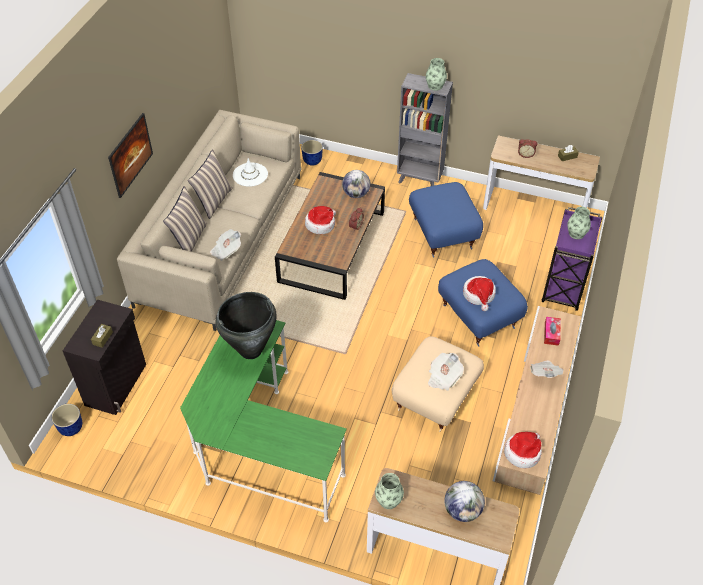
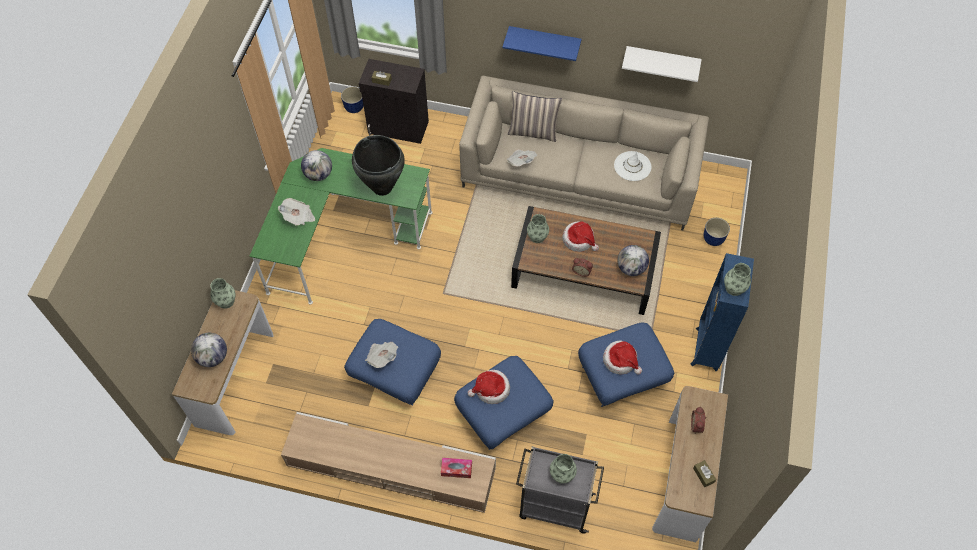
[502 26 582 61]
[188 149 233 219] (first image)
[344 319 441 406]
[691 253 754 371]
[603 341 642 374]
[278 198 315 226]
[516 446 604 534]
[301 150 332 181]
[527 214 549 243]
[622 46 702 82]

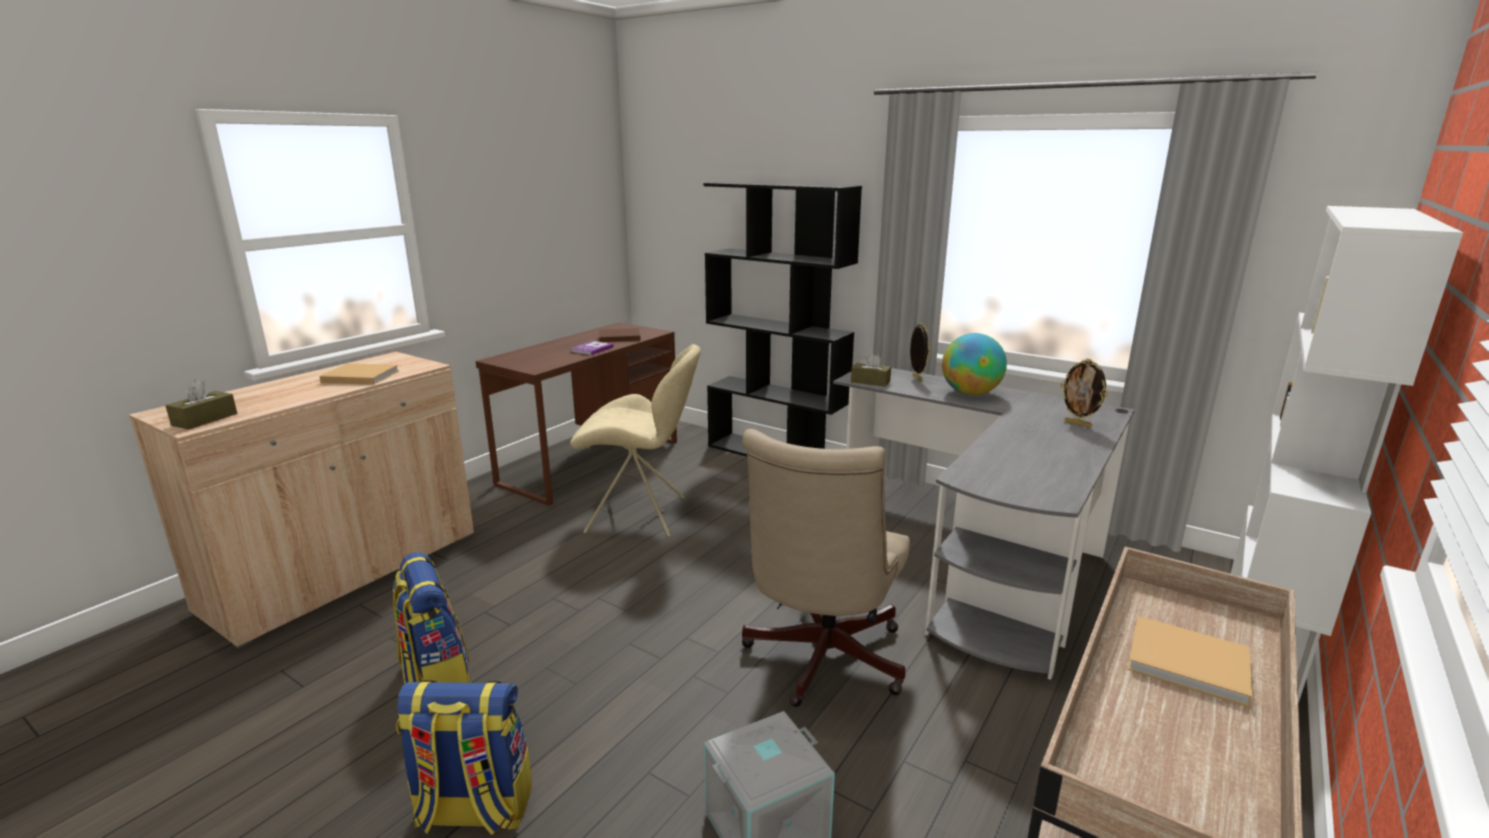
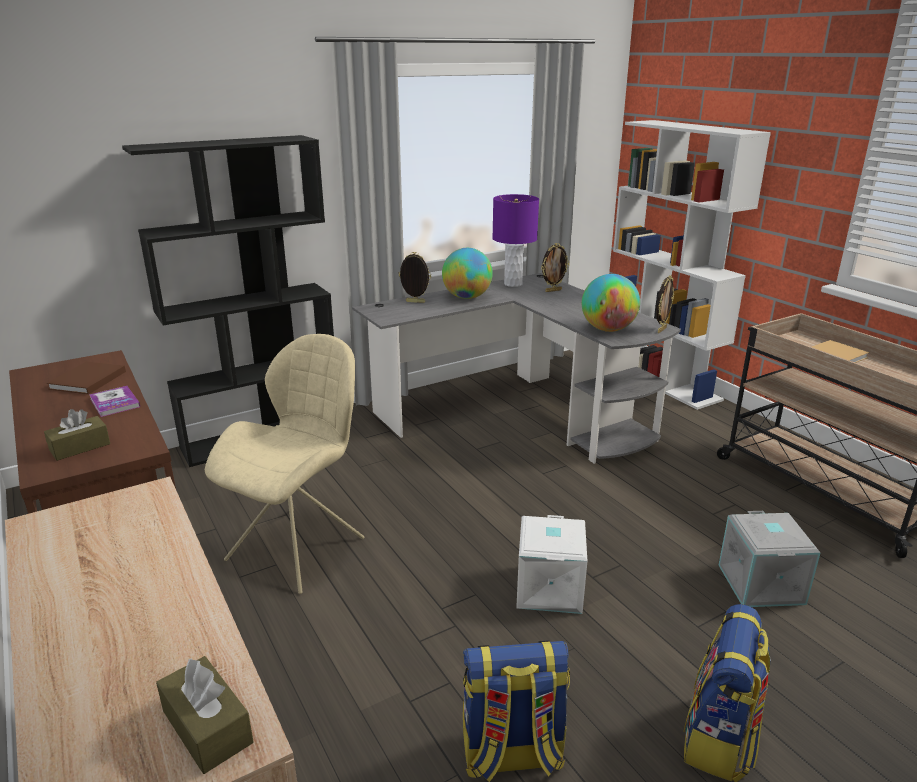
[319 363 399 385] (first image)
[742 429 910 707] (first image)
[44 409 110 461]
[492 194 539 287]
[516 515 587 614]
[582 274 640 332]
[656 275 674 333]

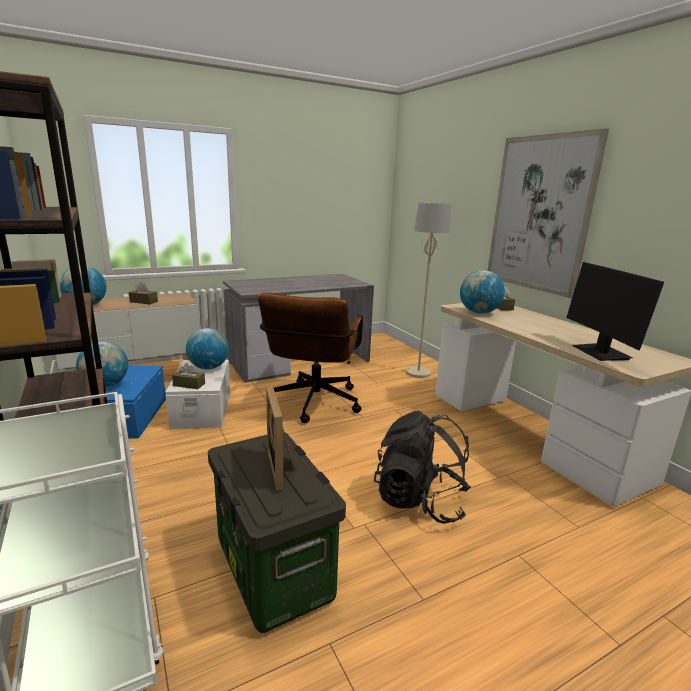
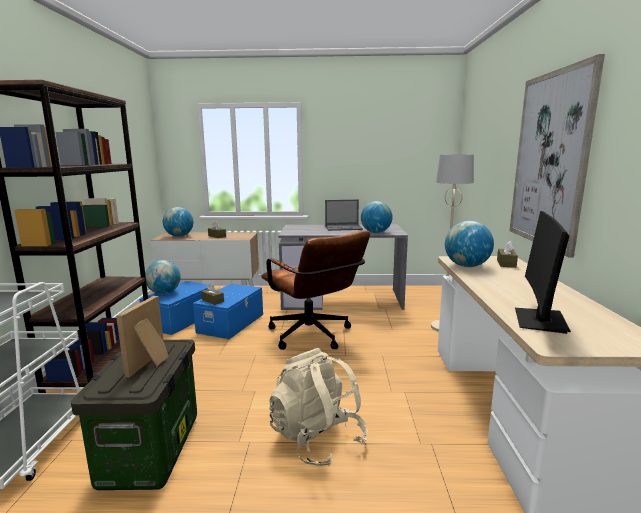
[193 284 263 339]
[361 201 393 233]
[261 231 370 350]
[269 348 368 467]
[325 199 363 231]

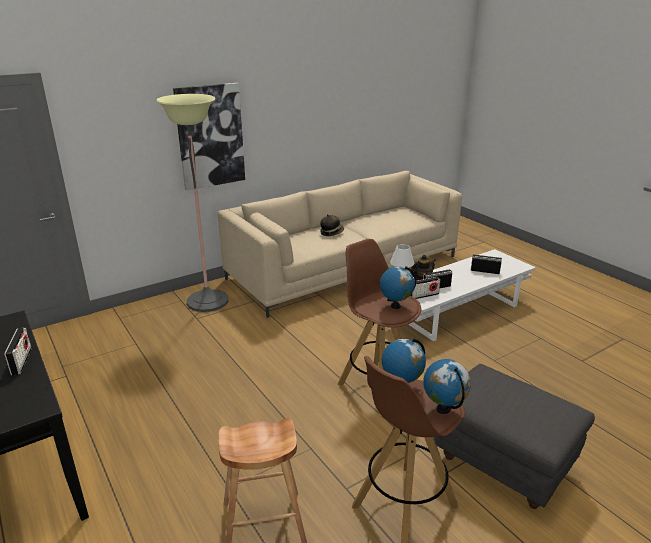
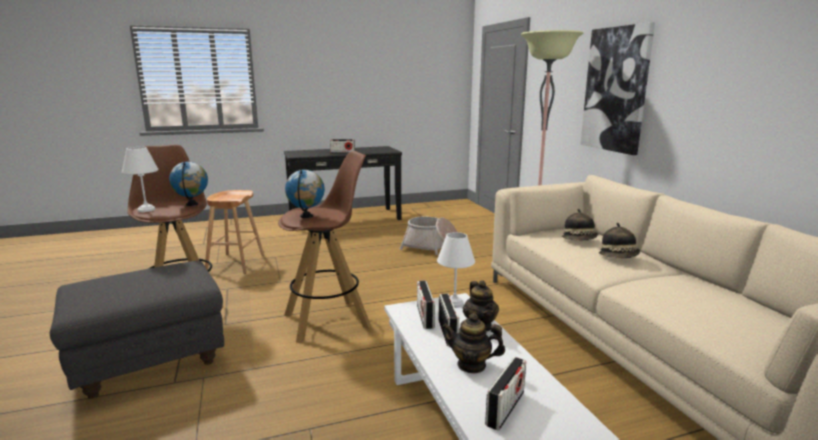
[122 147 158 212]
[400 217 457 255]
[442 313 505 373]
[562 209 598 240]

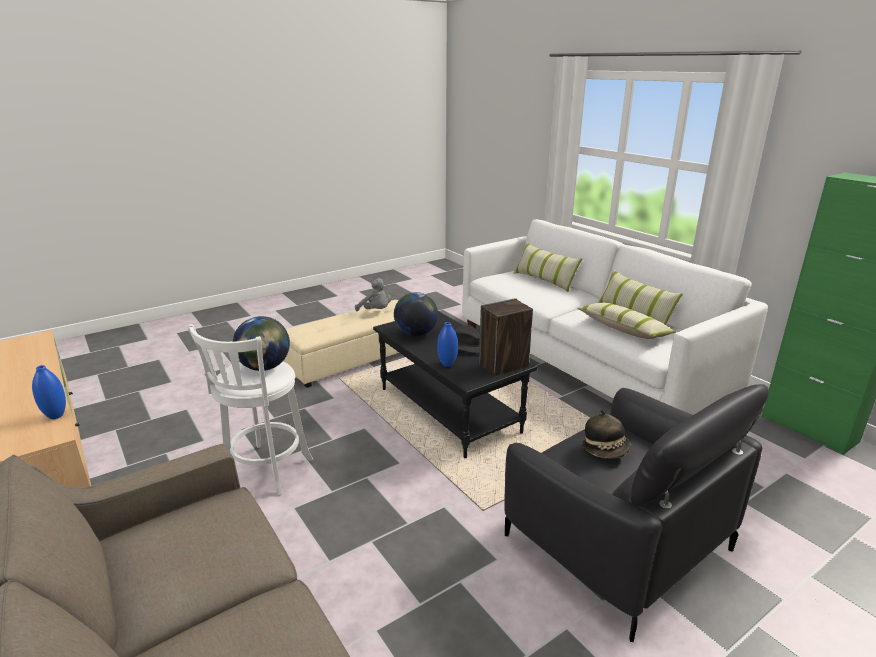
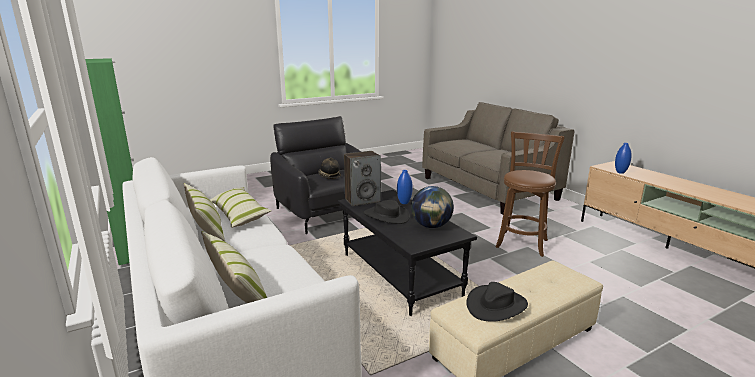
[495 131 564 257]
[233 316 290 371] (first image)
[466 282 528 322]

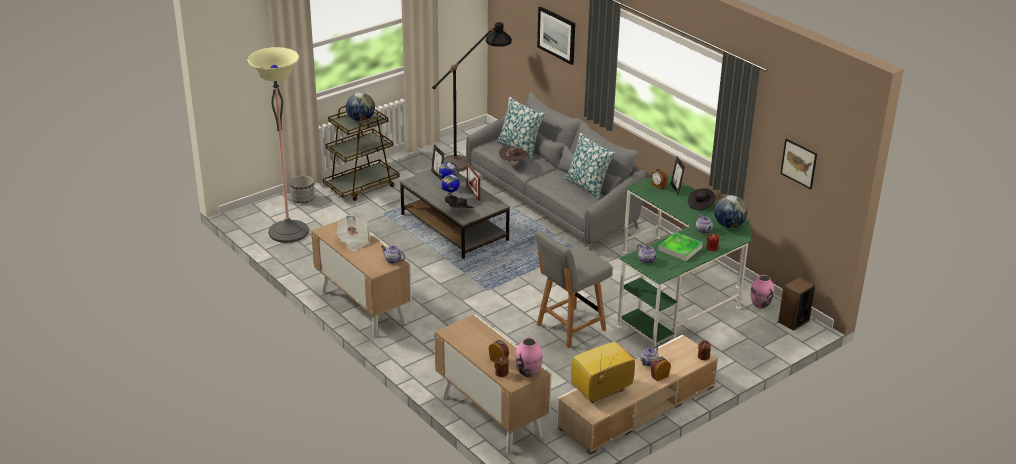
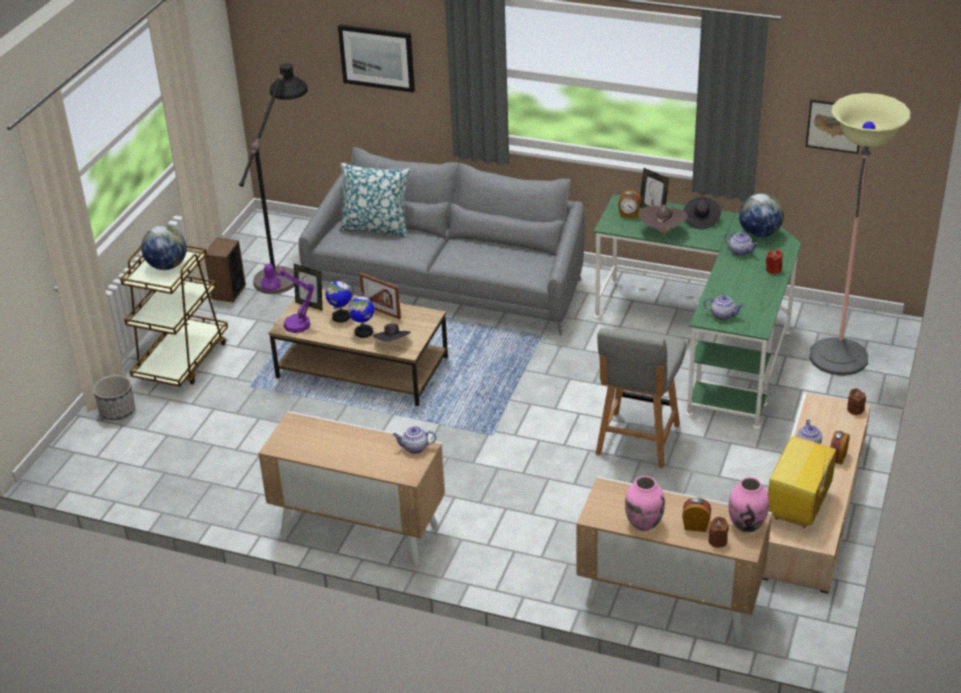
[809 93 910 376]
[337 215 370 251] (first image)
[269 289 448 406]
[639 205 687 235]
[564 132 615 200] (first image)
[658 232 703 261] (first image)
[625 476 665 531]
[204 238 246 303]
[261 264 315 333]

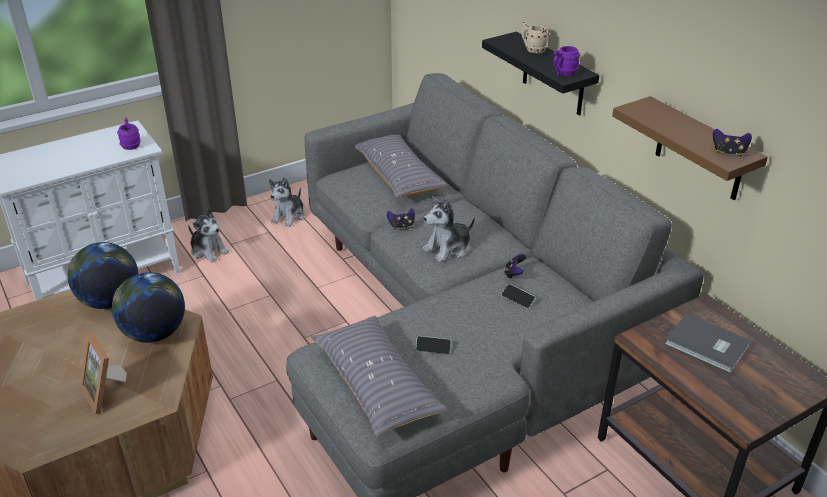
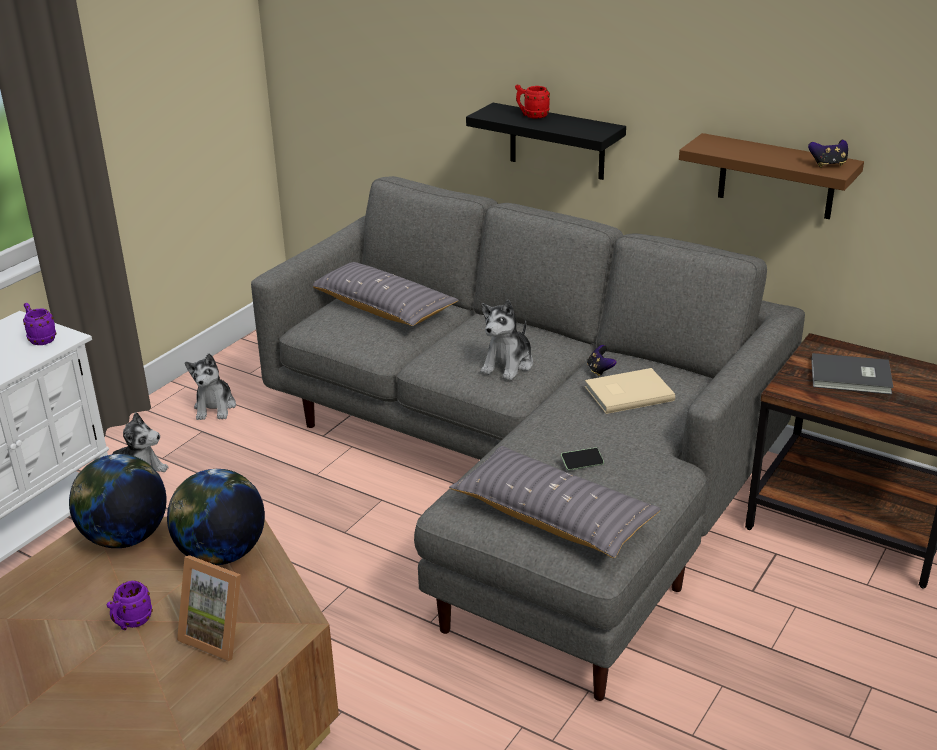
[387 208 415 230] (first image)
[585 368 675 414]
[515 85 550 119]
[107 581 153 630]

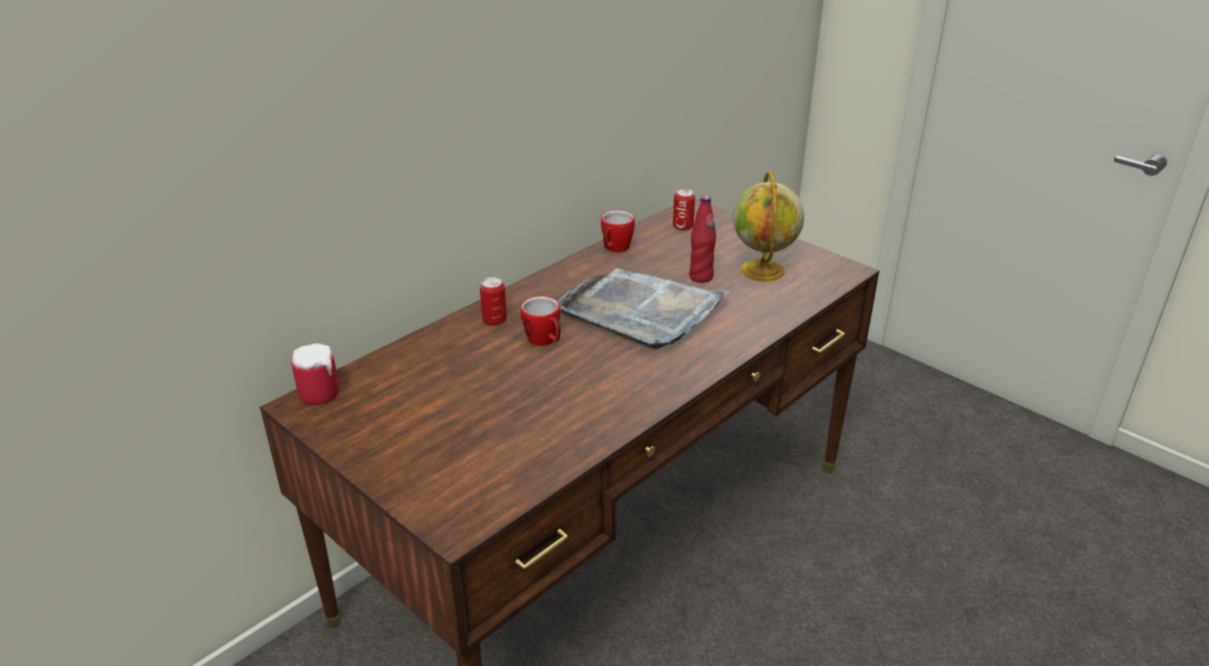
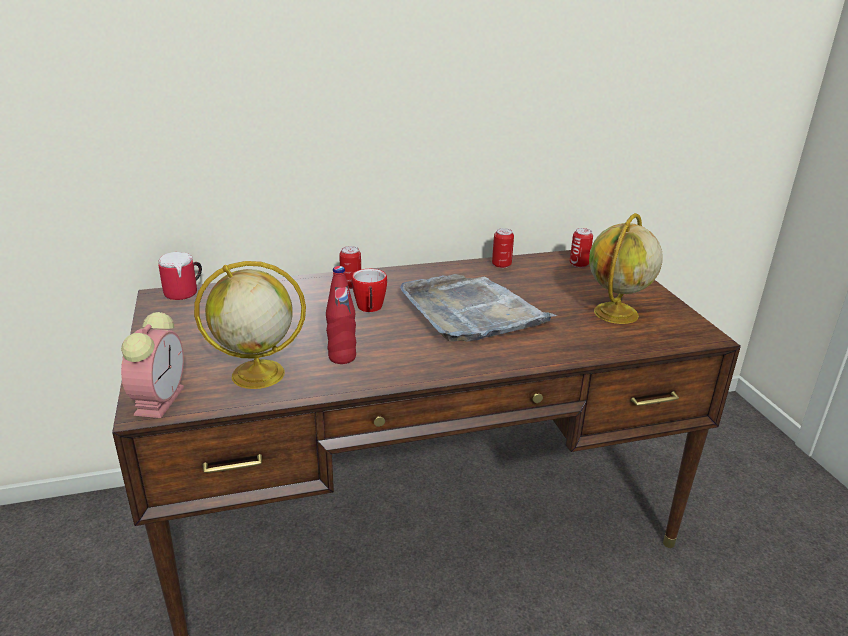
[492 228 514 268]
[326 266 356 364]
[121 312 184 418]
[194 261 306 389]

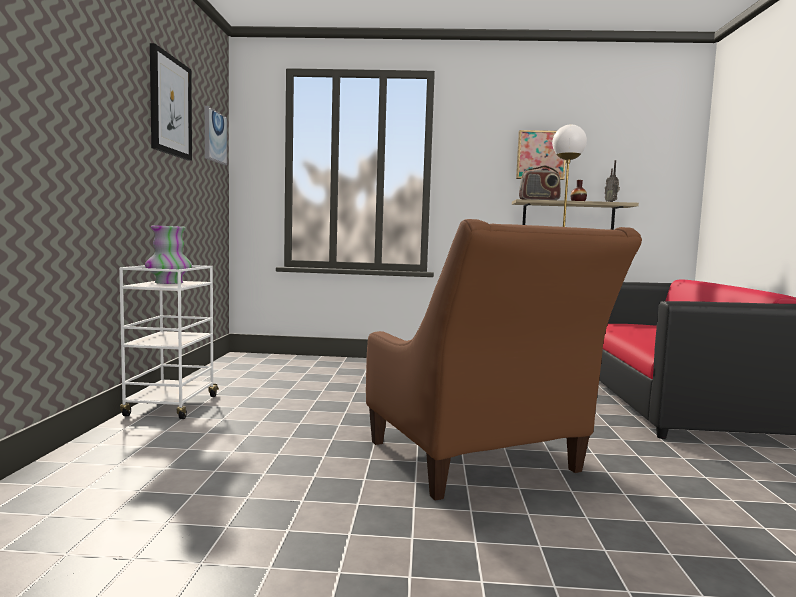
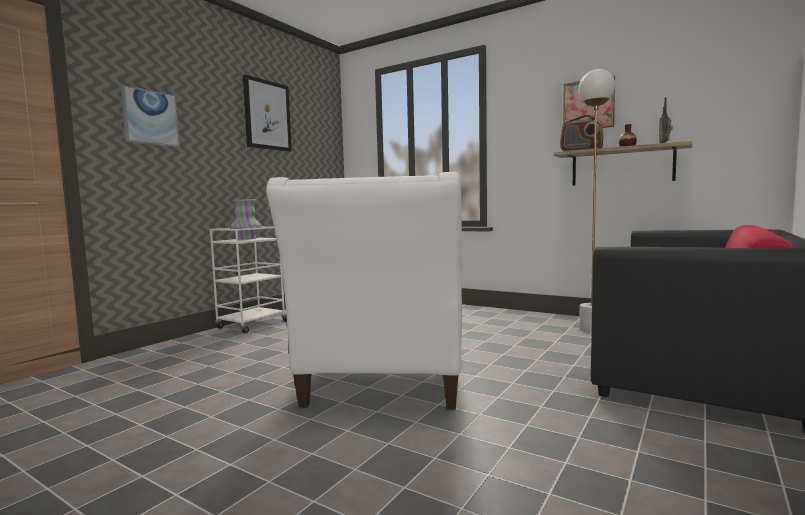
[121 85 180 147]
[266 172 462 410]

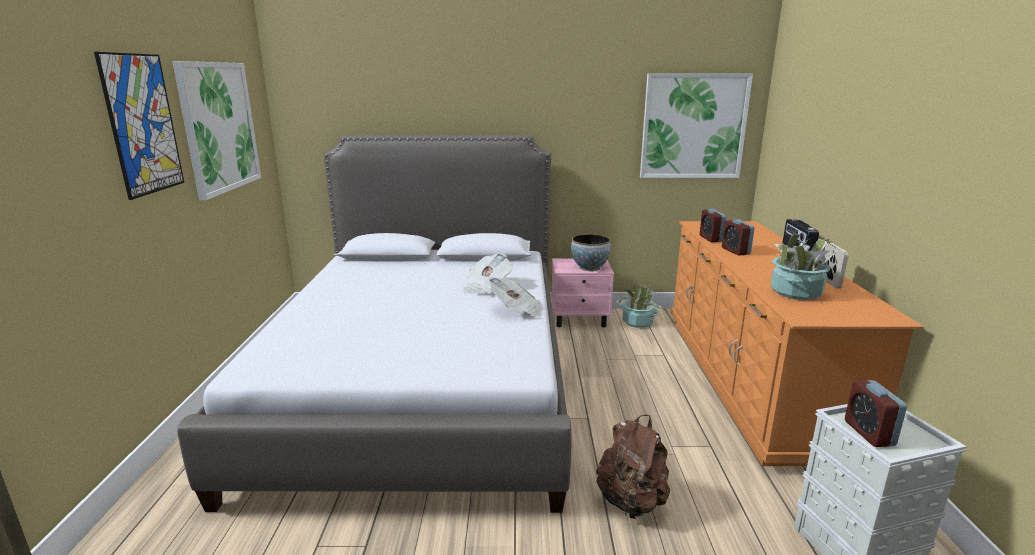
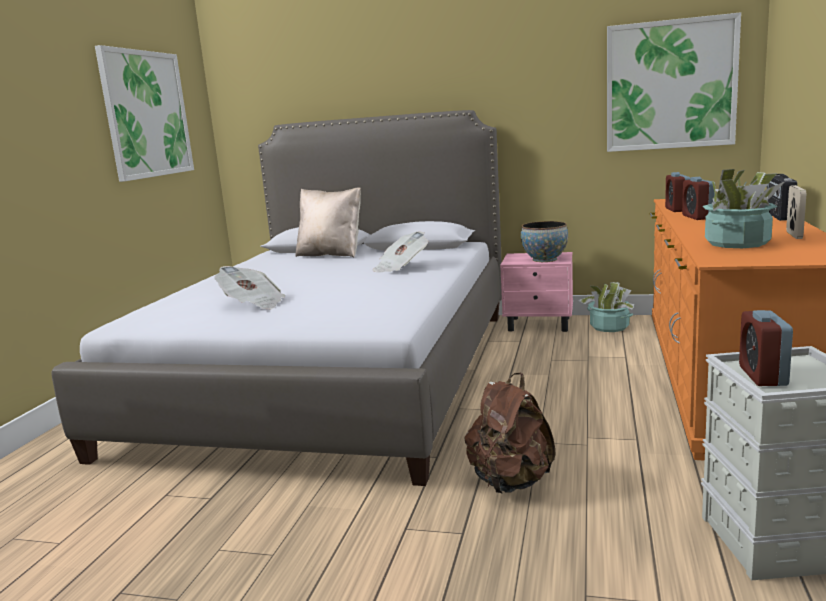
[94 52 184 200] (first image)
[214 266 285 309]
[295 187 361 258]

